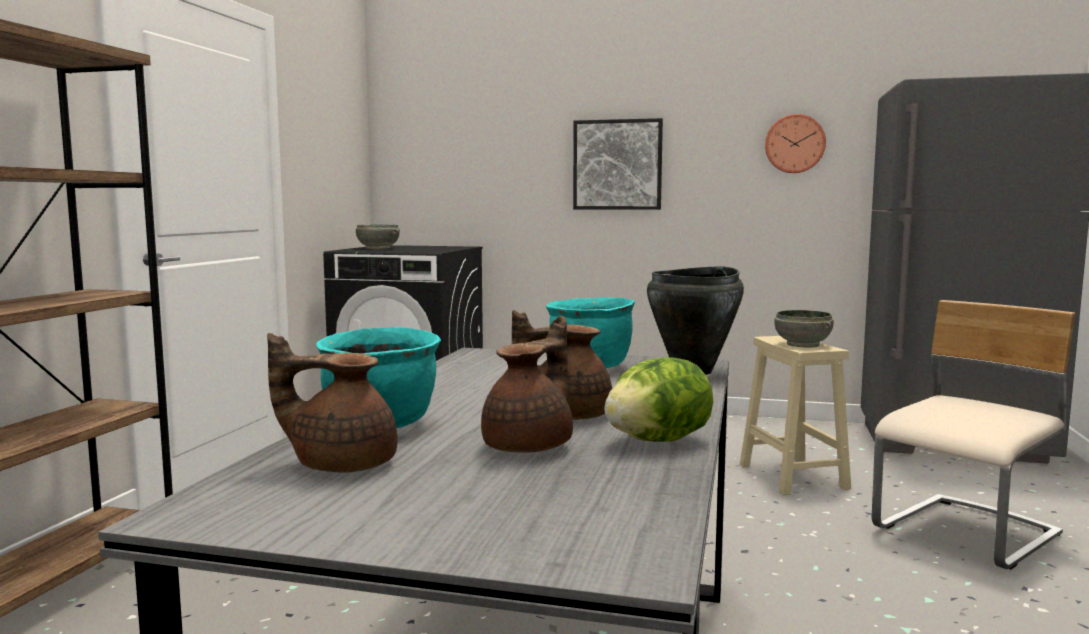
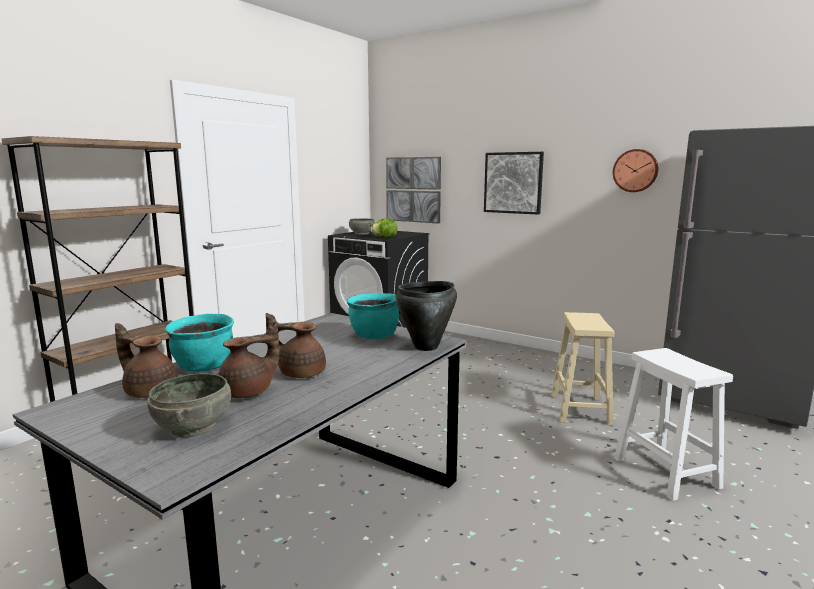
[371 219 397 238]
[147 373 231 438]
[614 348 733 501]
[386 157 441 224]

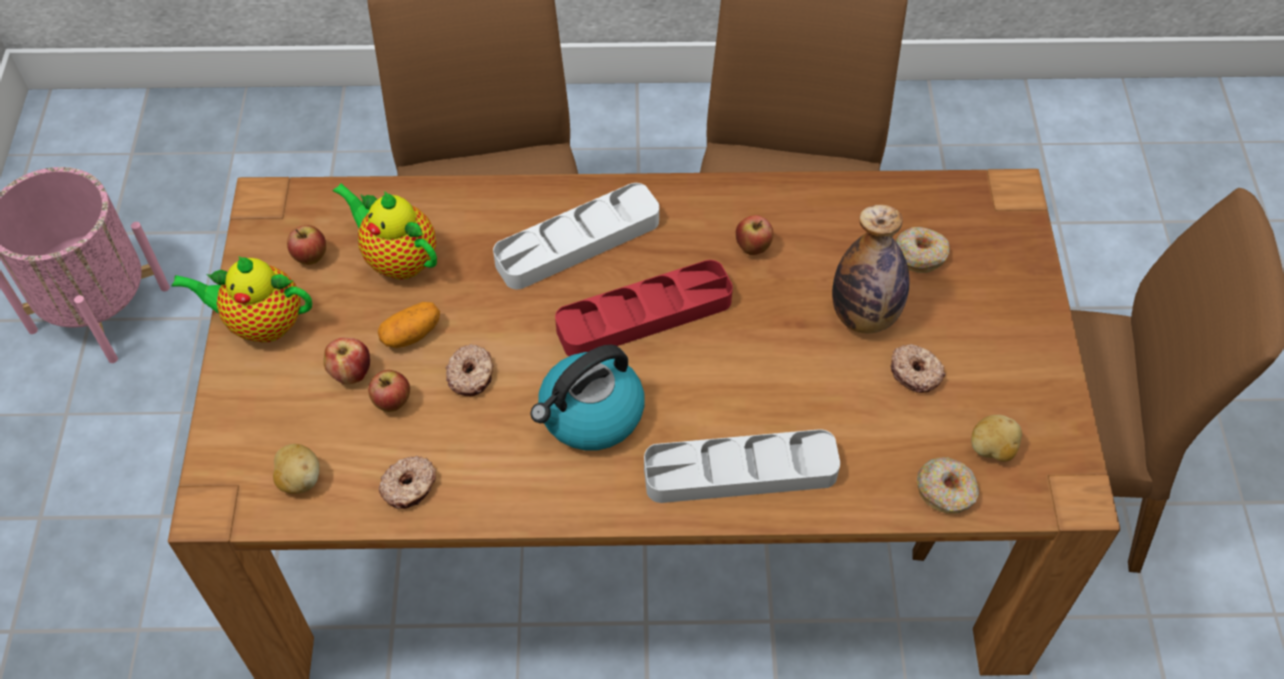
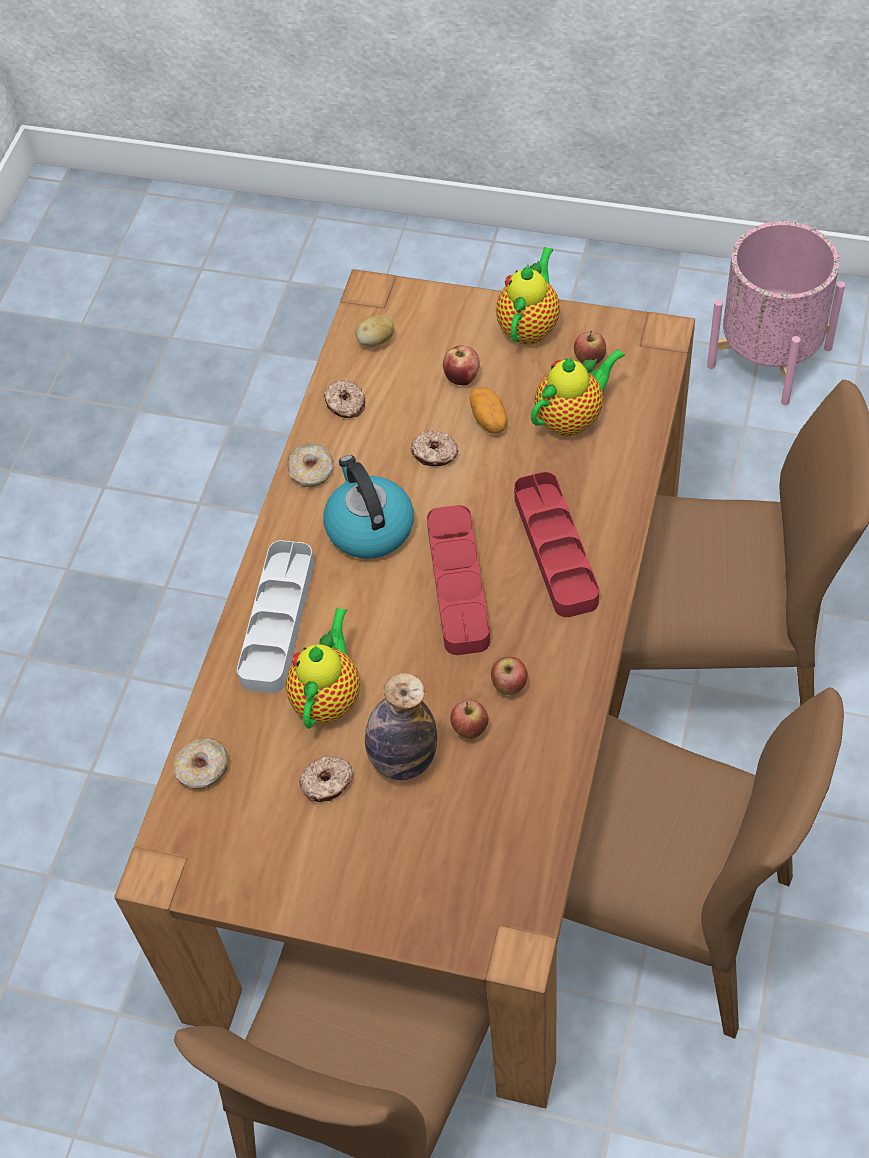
[450 700 488 739]
[514 472 599 617]
[287 443 333 488]
[971 415 1022 462] (first image)
[286 607 360 729]

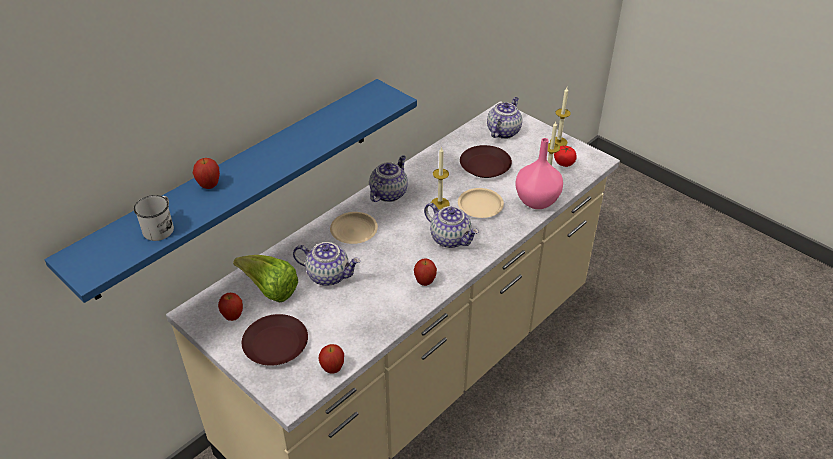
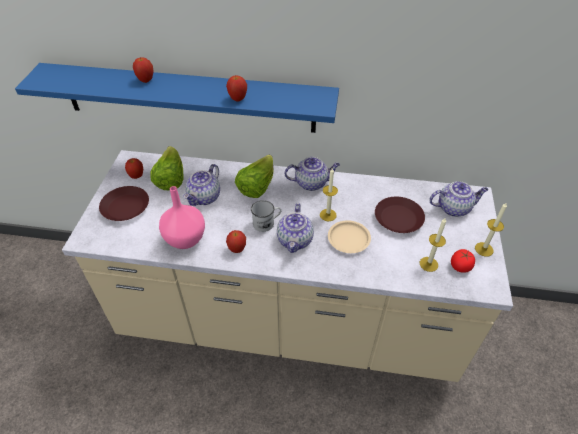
[251 200 281 232]
[184 164 220 206]
[226 76 247 102]
[235 155 273 198]
[159 186 205 249]

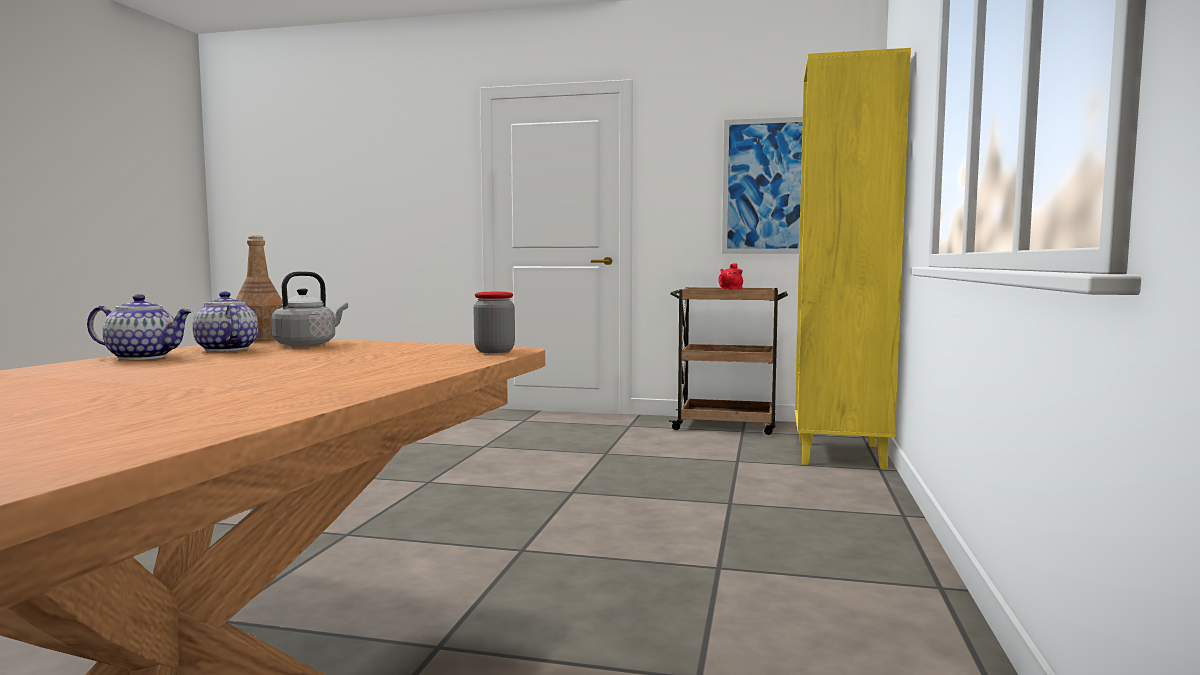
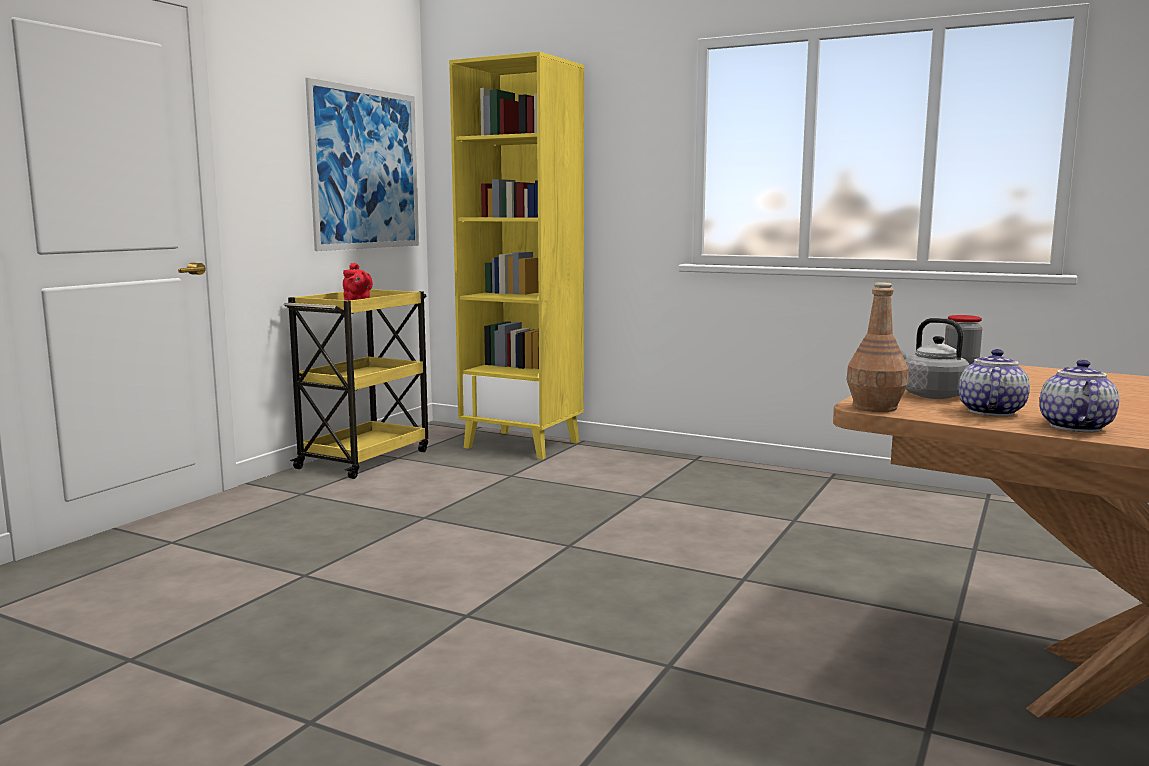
[959 349 1030 416]
[284 289 428 479]

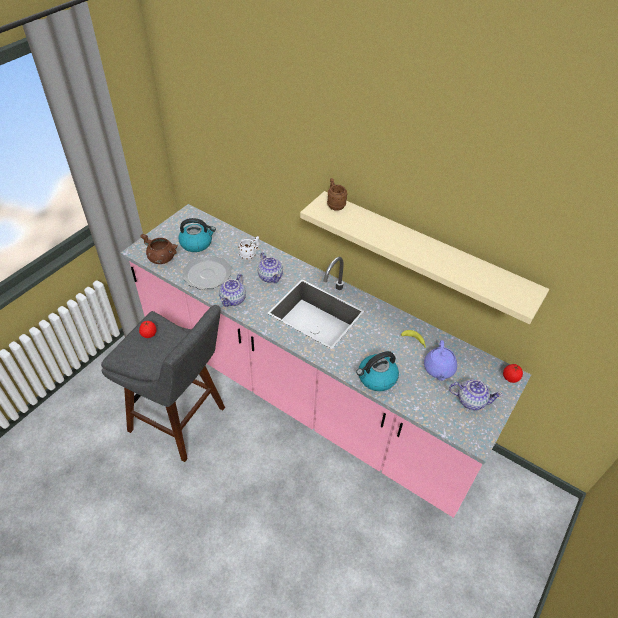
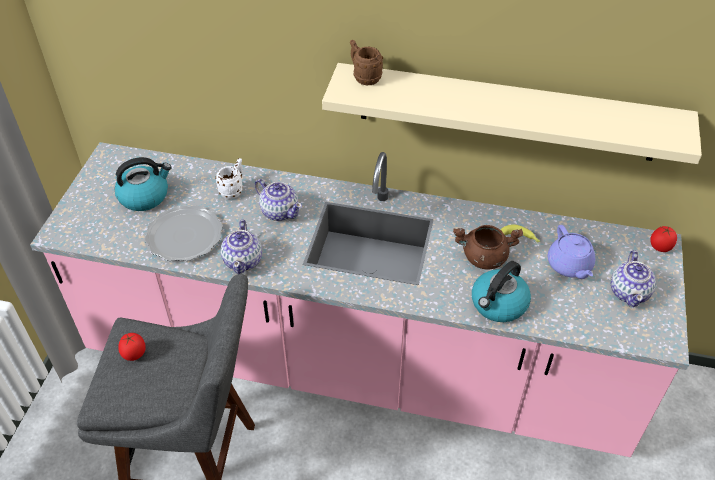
[453 225 523 270]
[611 250 656 307]

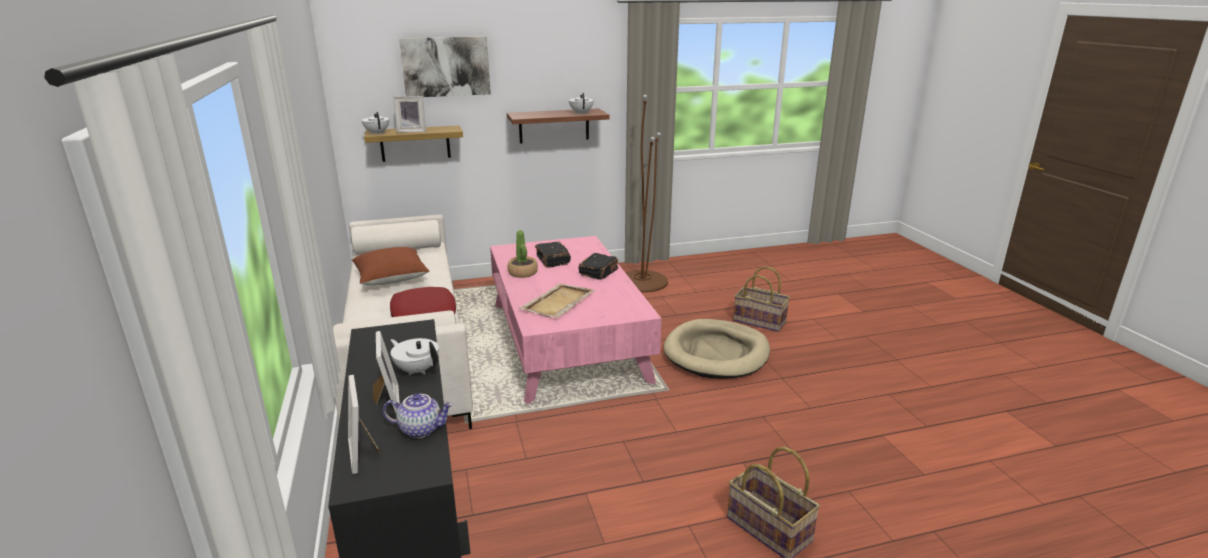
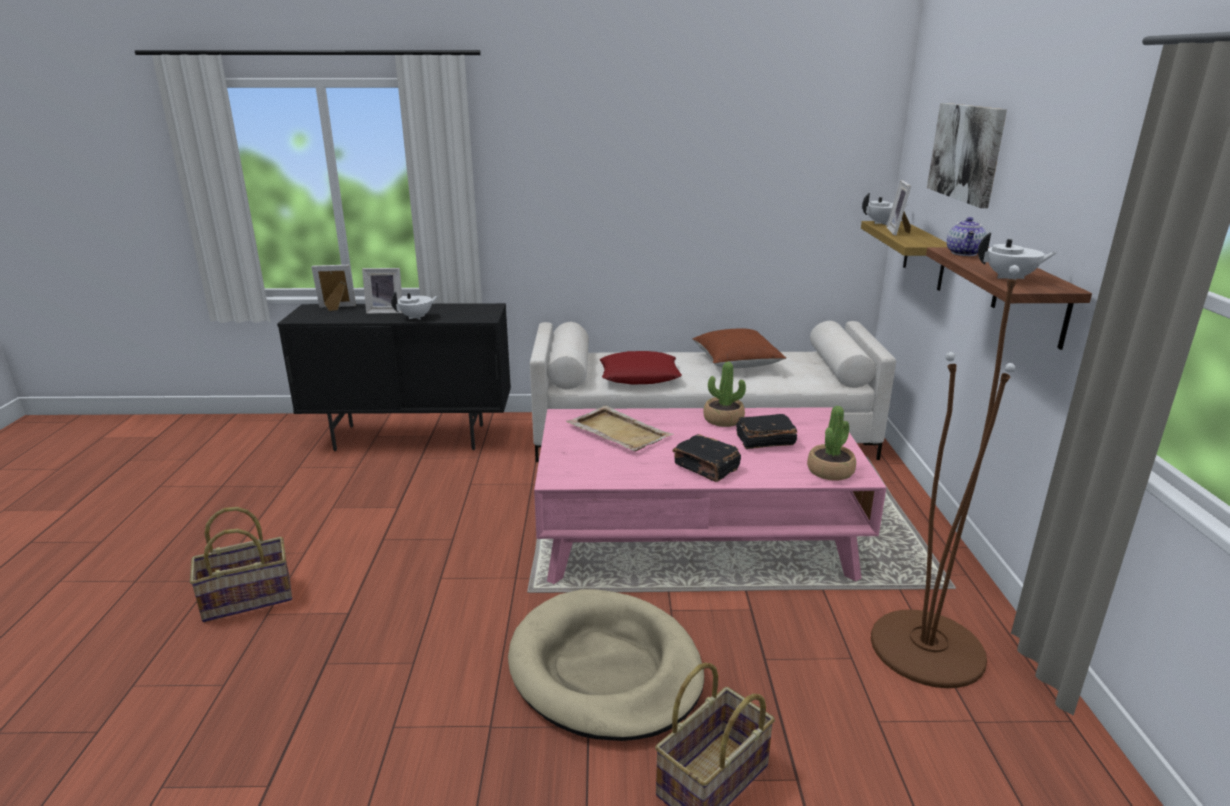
[947 217 987 256]
[807 406 856 481]

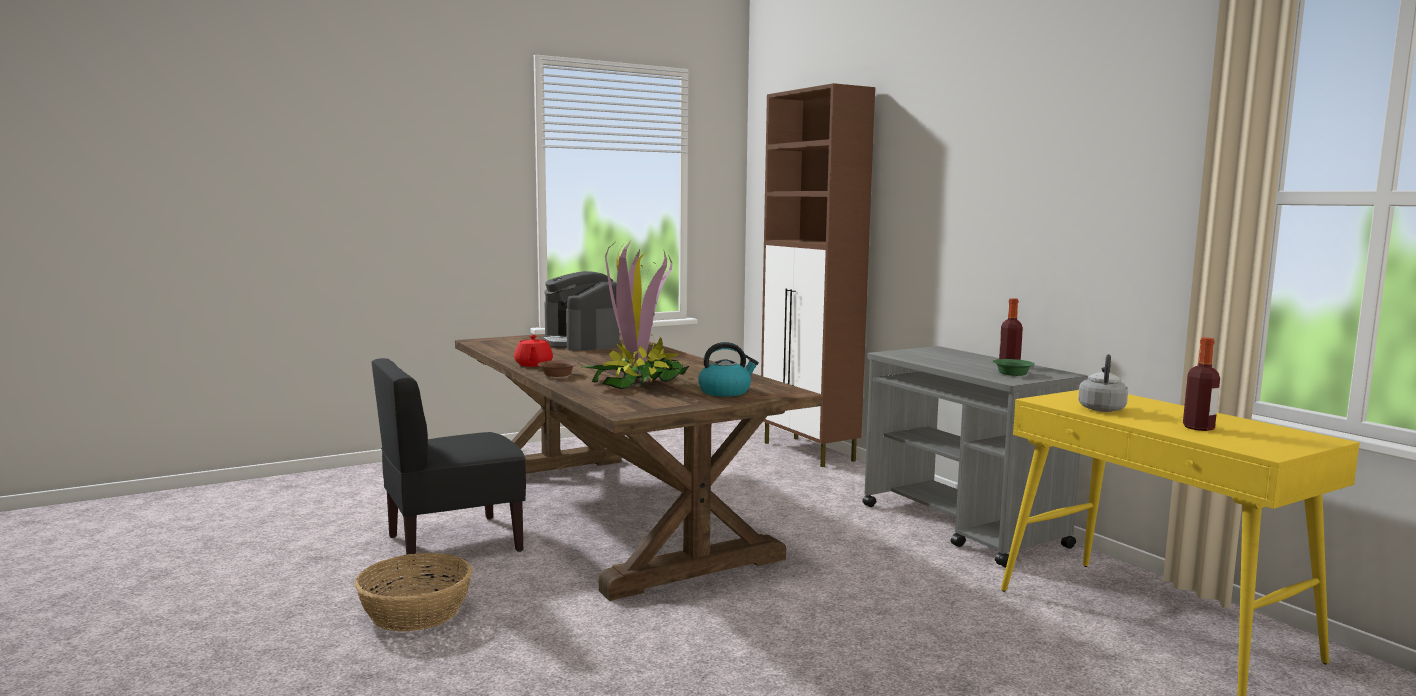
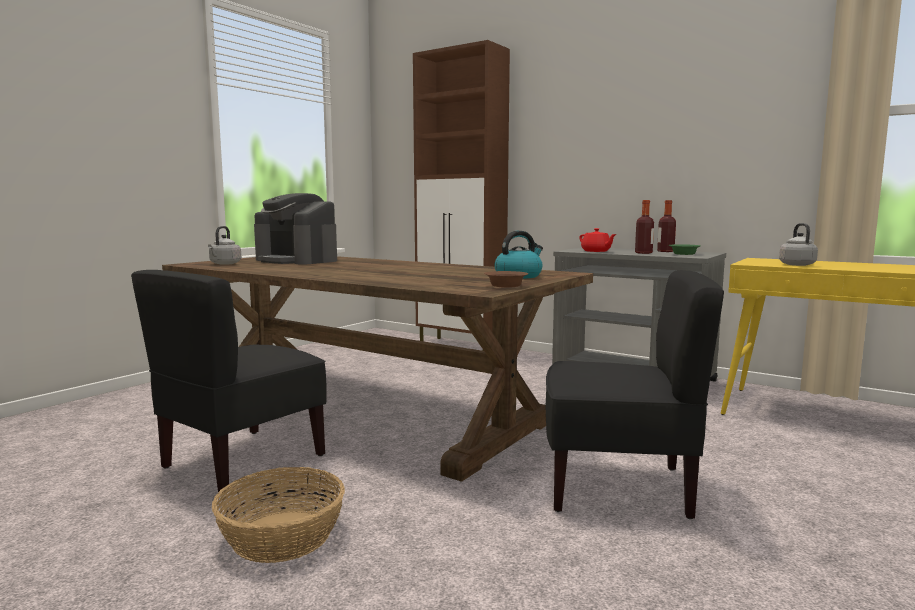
[579 228 616 252]
[484 271 528 288]
[581 239 689 389] (first image)
[635 200 654 254]
[208 226 241 265]
[546 270 724 519]

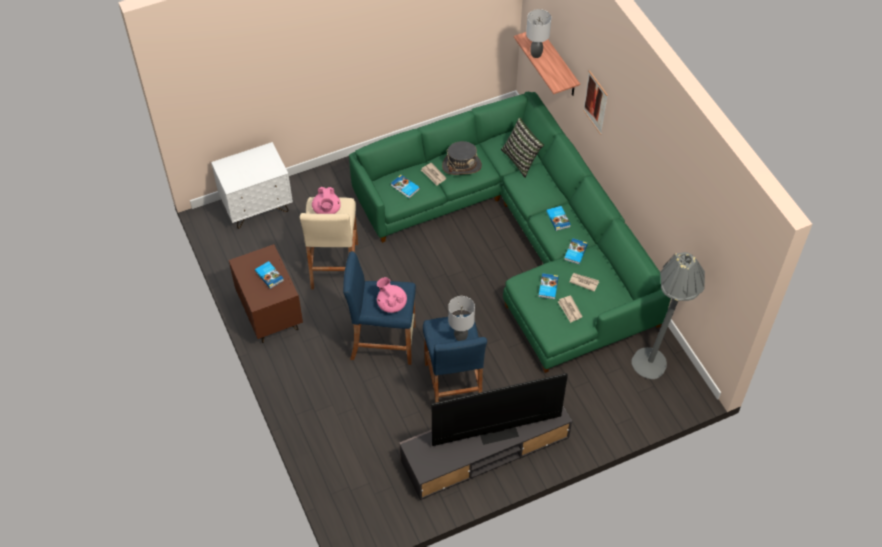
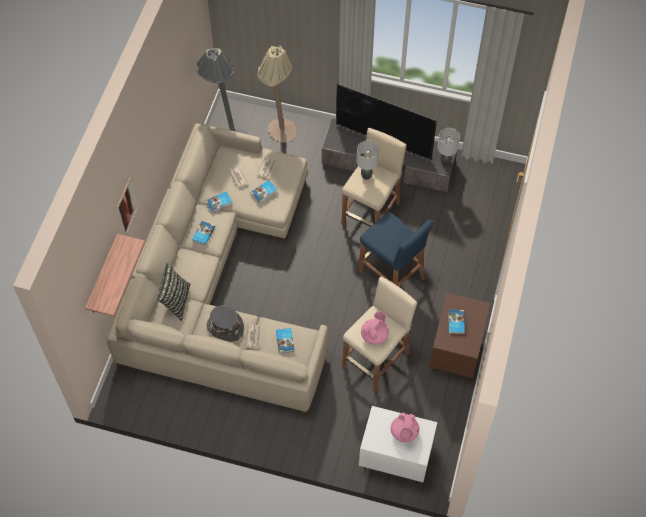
[107 123 328 414]
[391 412 419 442]
[342 128 407 227]
[437 128 460 165]
[258 45 297 143]

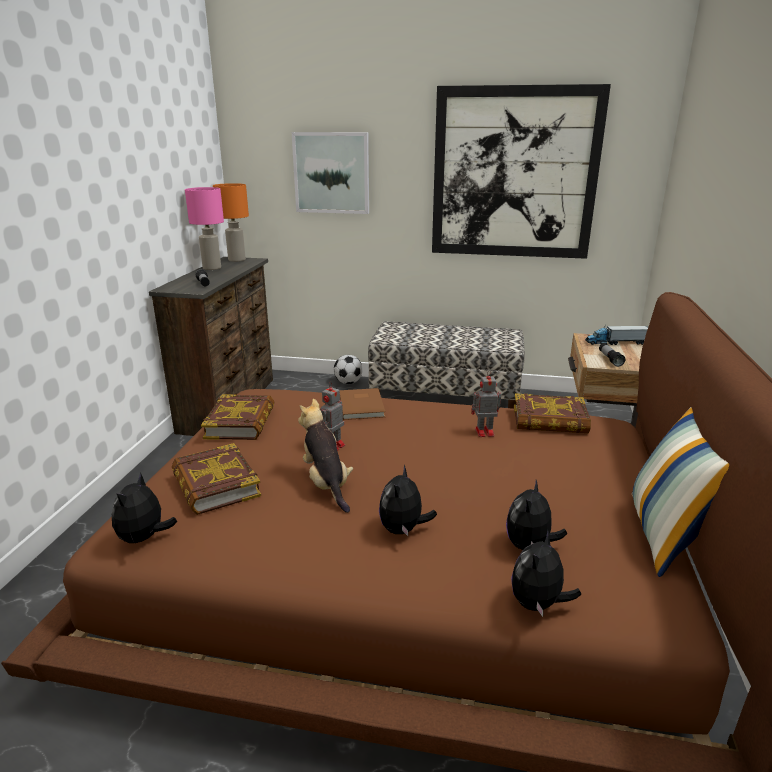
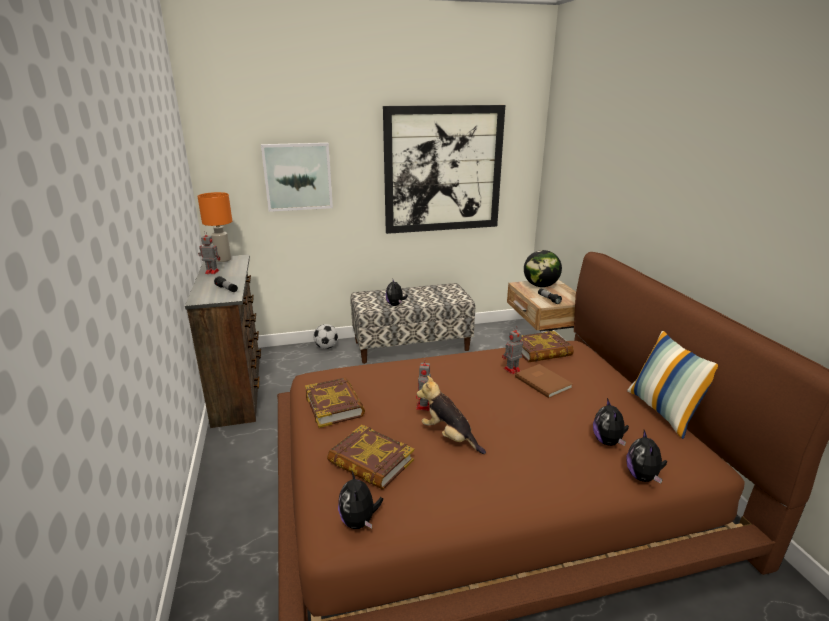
[198 232 220 274]
[515 364 573 398]
[386 278 408 306]
[524 250 562 287]

